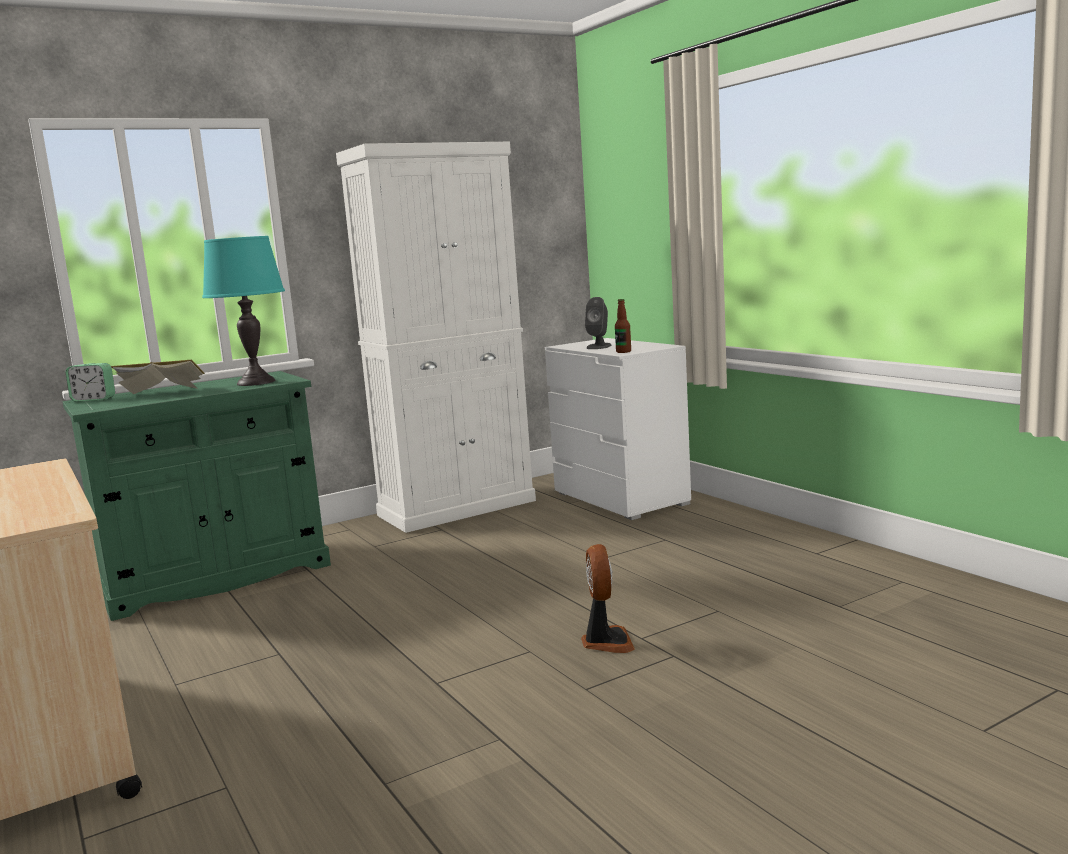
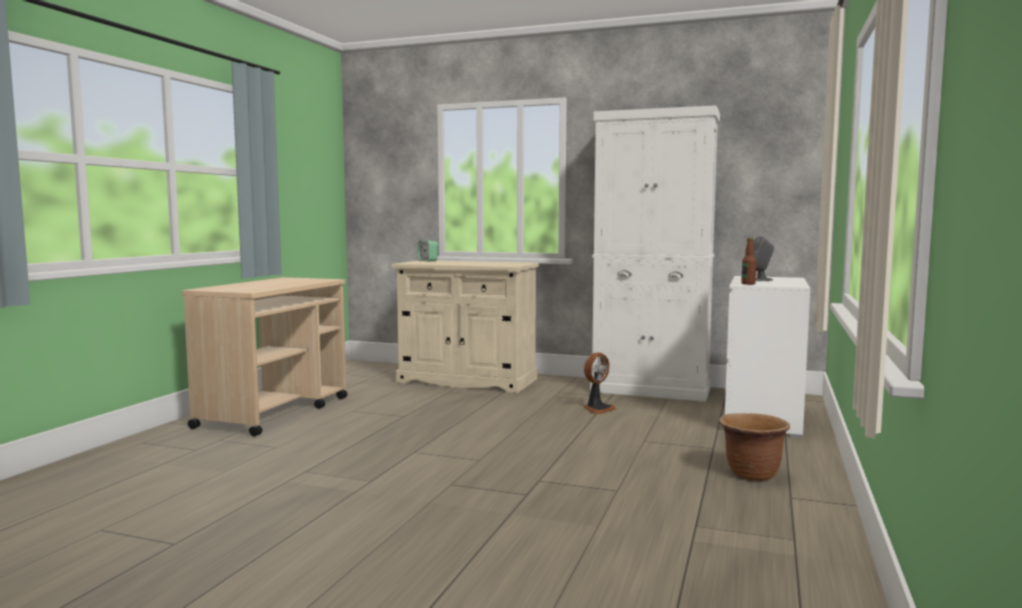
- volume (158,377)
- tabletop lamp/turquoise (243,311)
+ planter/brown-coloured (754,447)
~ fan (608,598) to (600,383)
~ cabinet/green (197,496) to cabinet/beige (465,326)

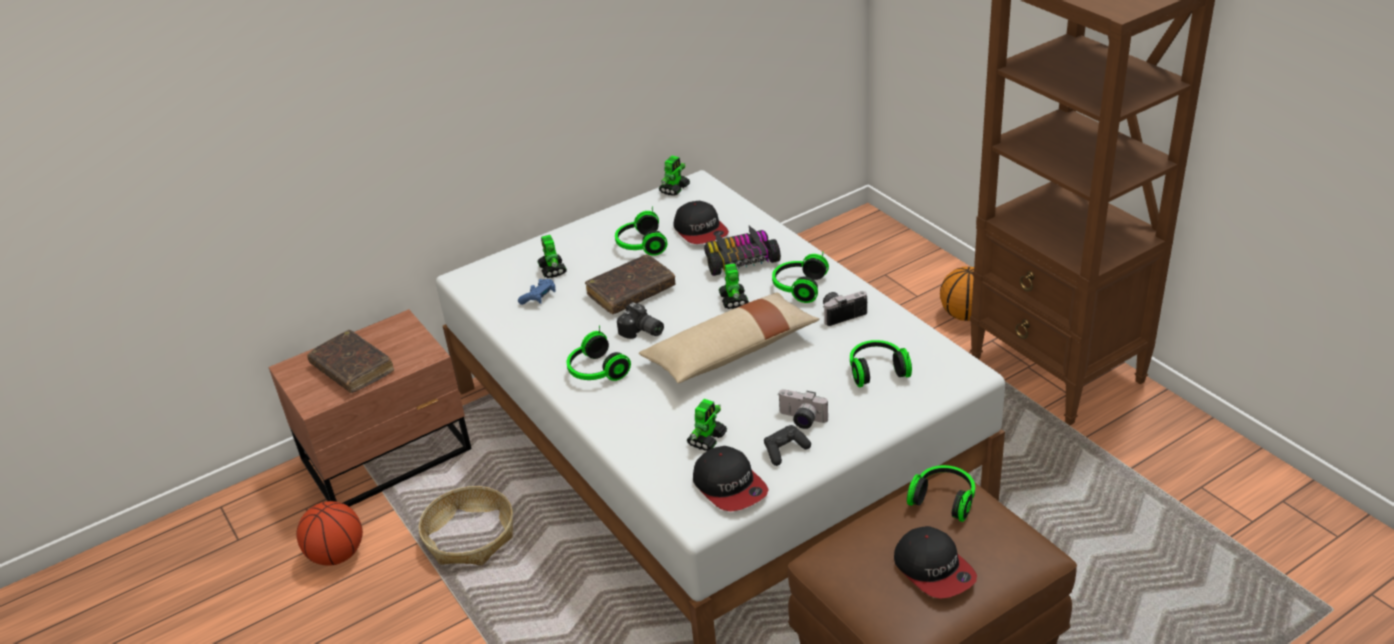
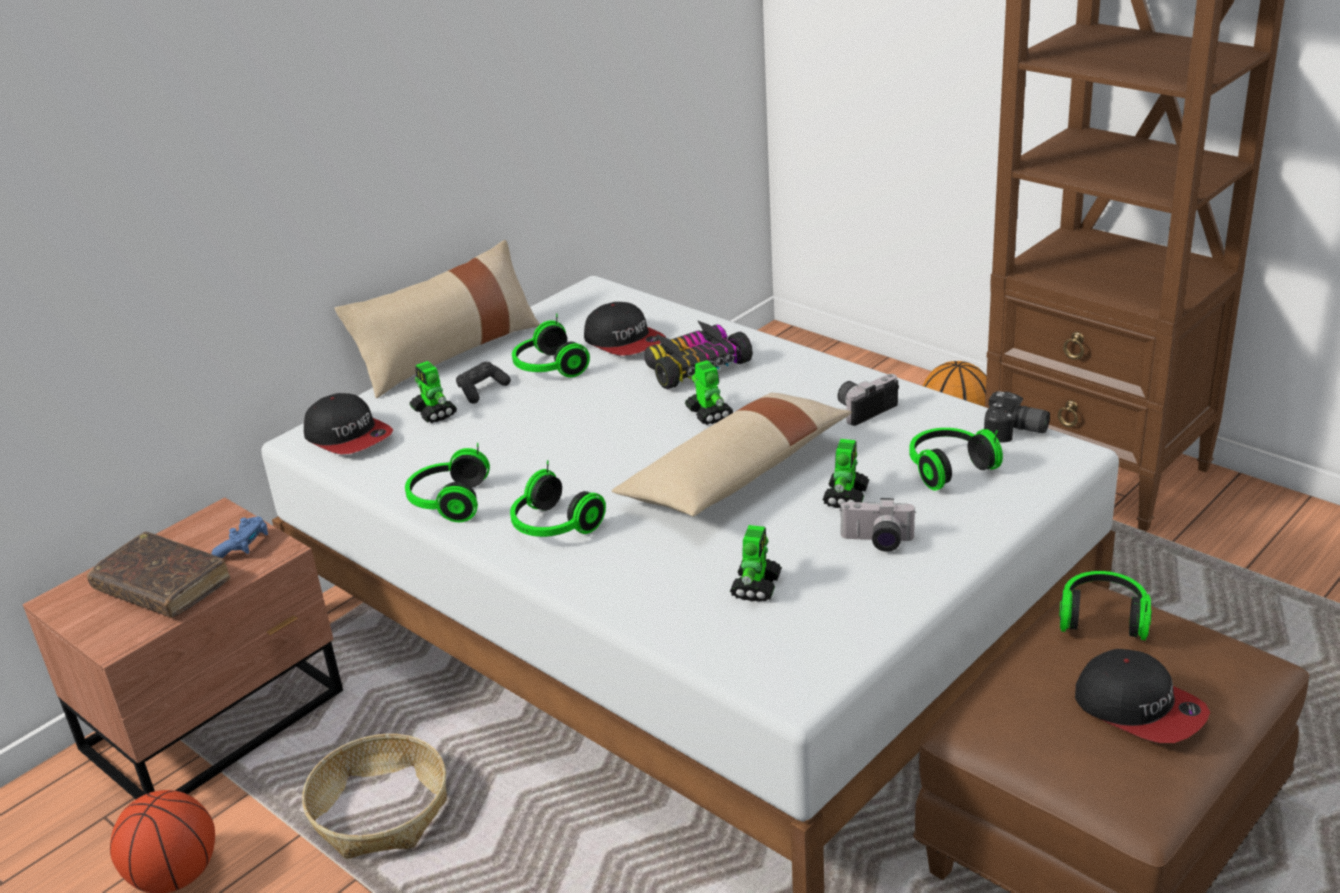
- volume/brown-coloured (630,284)
+ throw pillow/beige (437,319)
~ game controller/bluish (537,292) to (240,537)
~ still camera (640,320) to (1017,417)
~ robot figure (674,176) to (846,474)
~ peaked cap (731,479) to (348,423)
~ game controller/black (787,445) to (483,383)
~ pair of headphones (800,277) to (447,482)

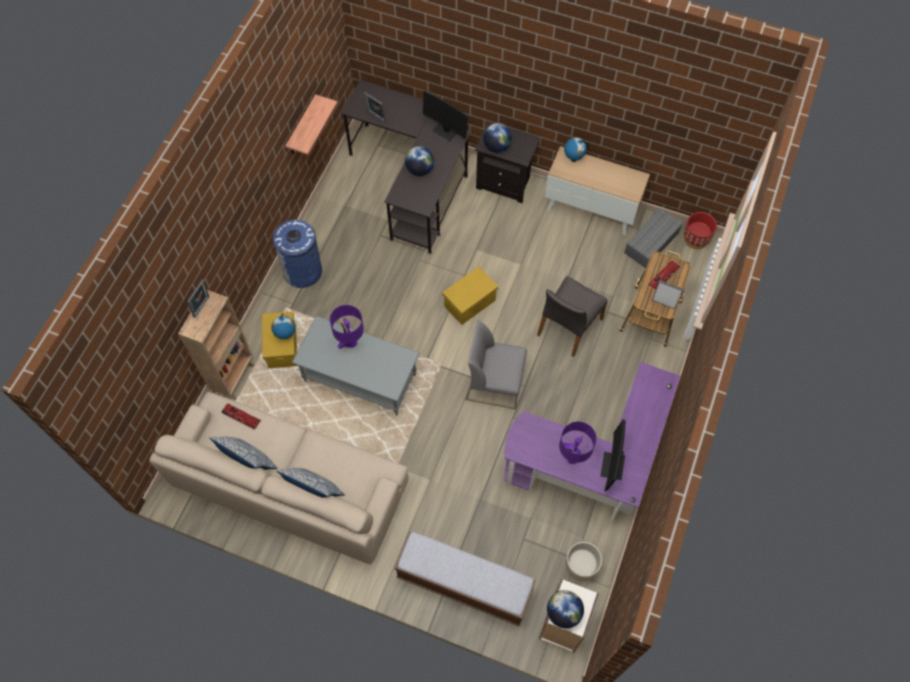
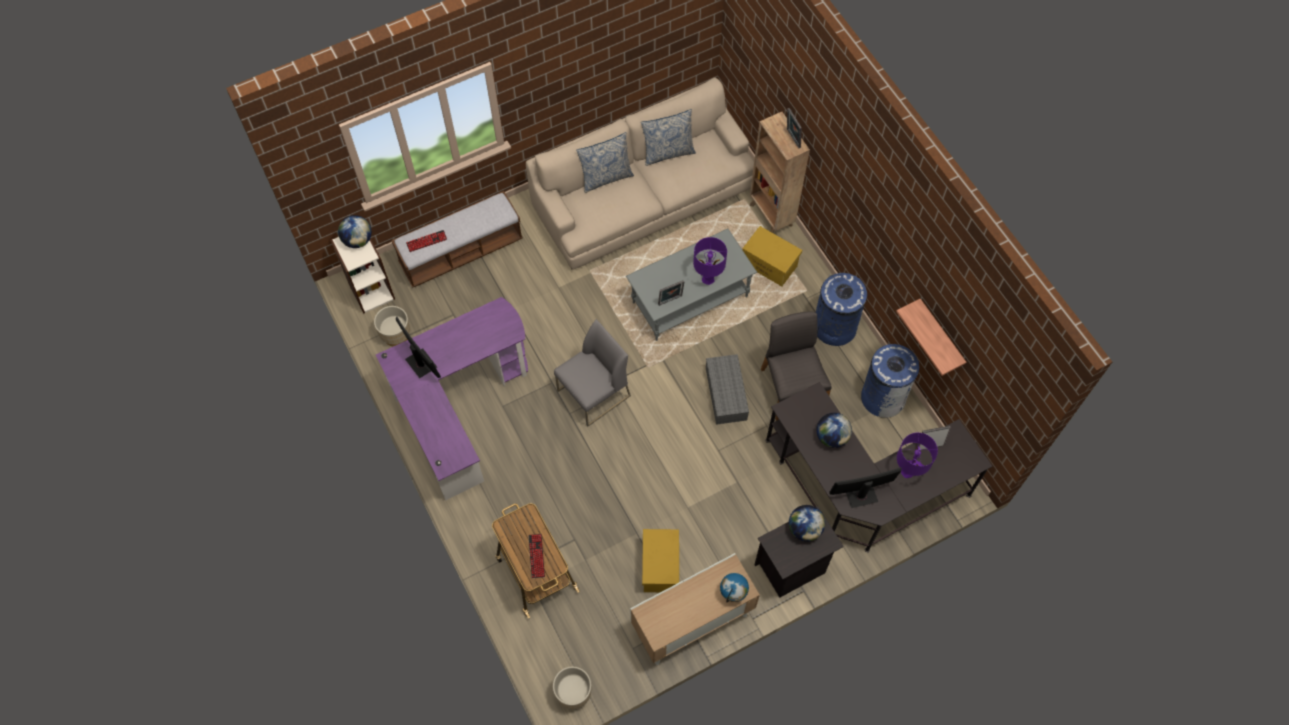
- desk globe (283,326)
+ trash can/bluish (890,381)
~ computer keyboard (241,416) to (426,241)
~ storage bin/yellow (470,295) to (660,560)
~ chair/grey (572,316) to (796,366)
~ tabletop lamp/purple (578,442) to (917,455)
~ storage bin/grey (653,238) to (727,389)
~ photo frame (668,294) to (671,293)
~ planter/reddish (700,230) to planter/beige (572,688)

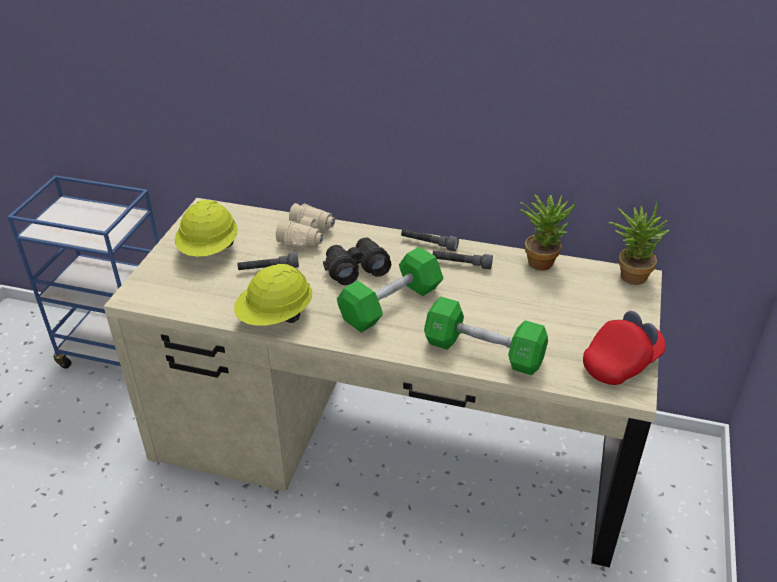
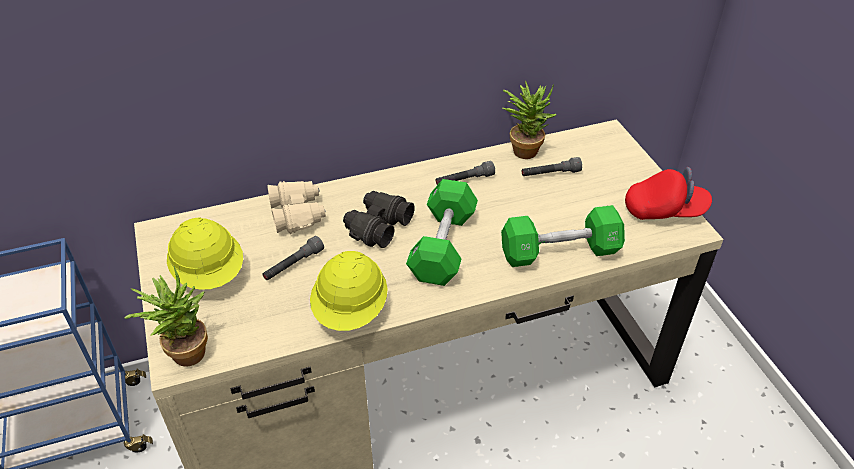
~ torch/grey (430,240) to (552,166)
~ houseplant (639,243) to (166,316)
~ peaked cap/reddish (624,348) = (668,193) 75 degrees clockwise

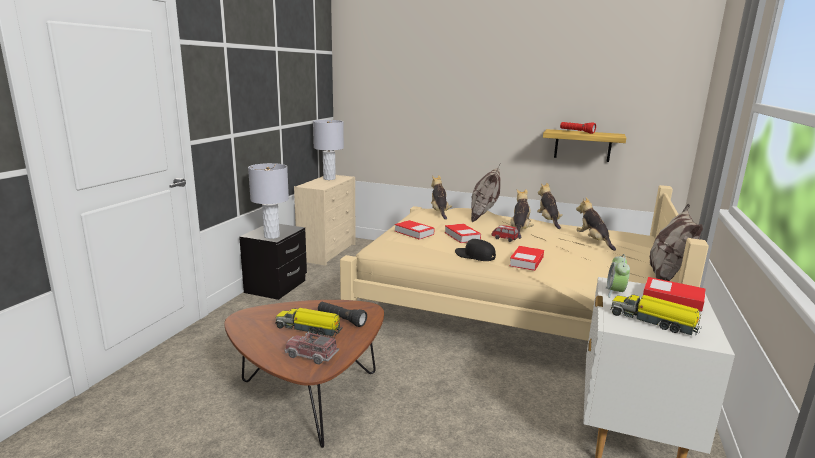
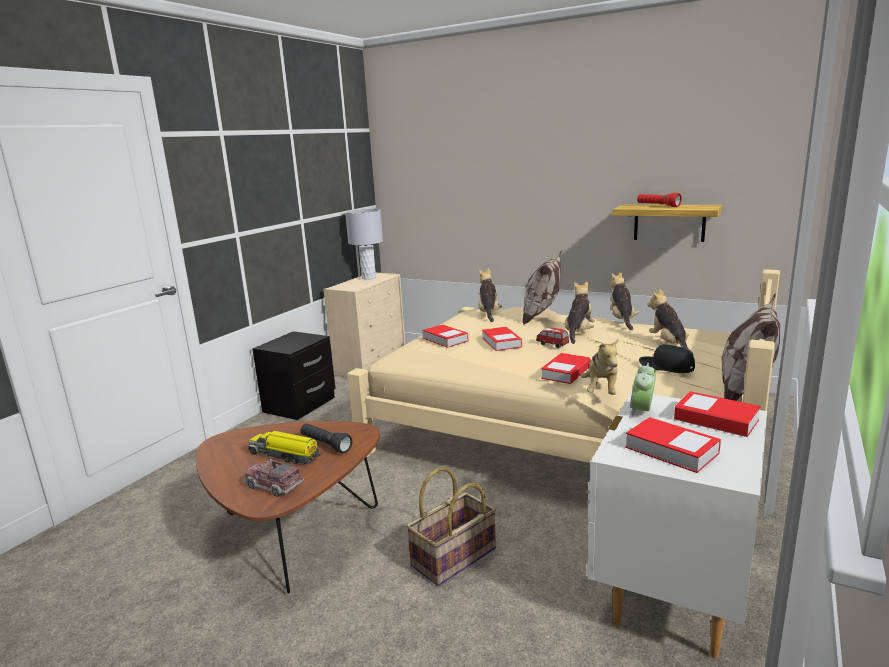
- tabletop lamp/grey (268,201)
+ storage basket (451,526)
+ cuddly toy (600,366)
~ peaked cap/black (475,250) to (667,358)
~ toy lorry (656,315) to volume (673,445)

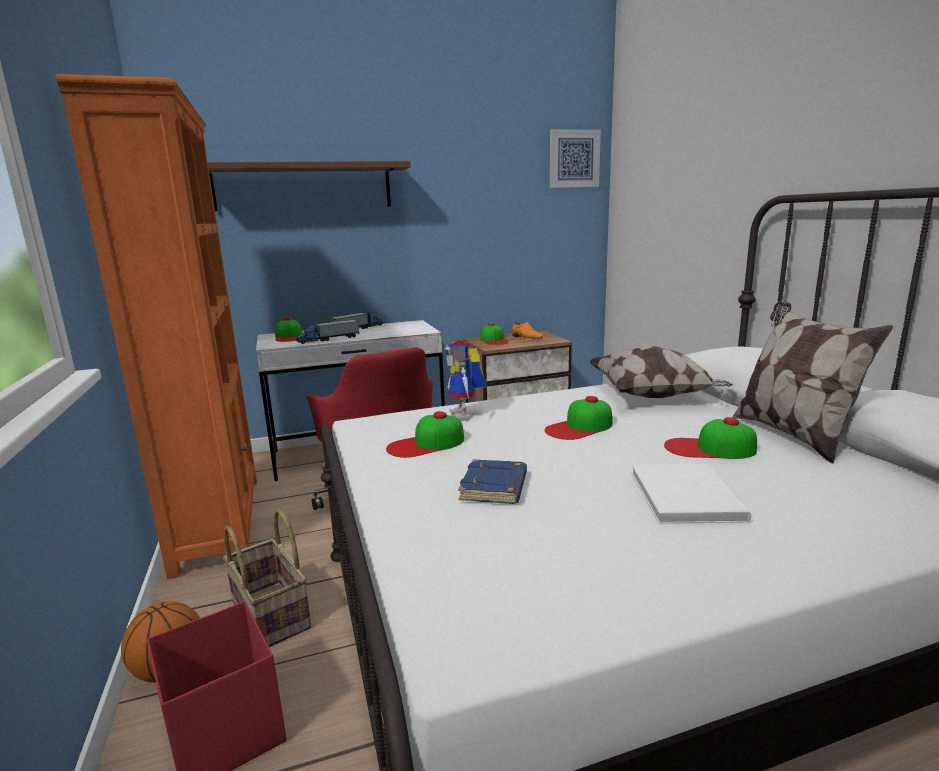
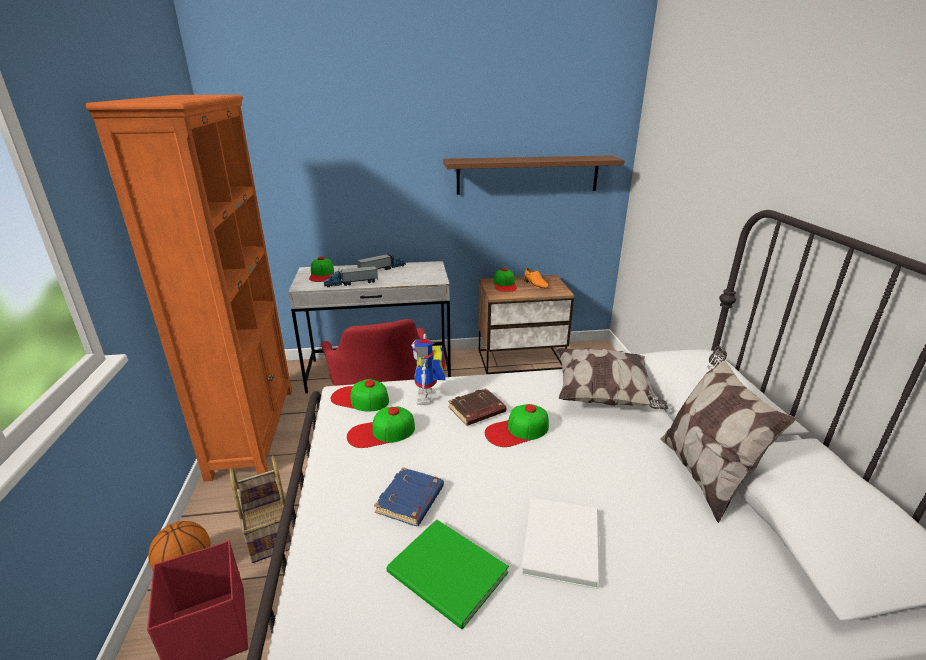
- picture (575,158)
+ volume/green (448,574)
+ volume/brown-coloured (477,407)
~ shelf/brown-coloured (309,186) to (534,175)
~ peaked cap (710,438) to (360,395)

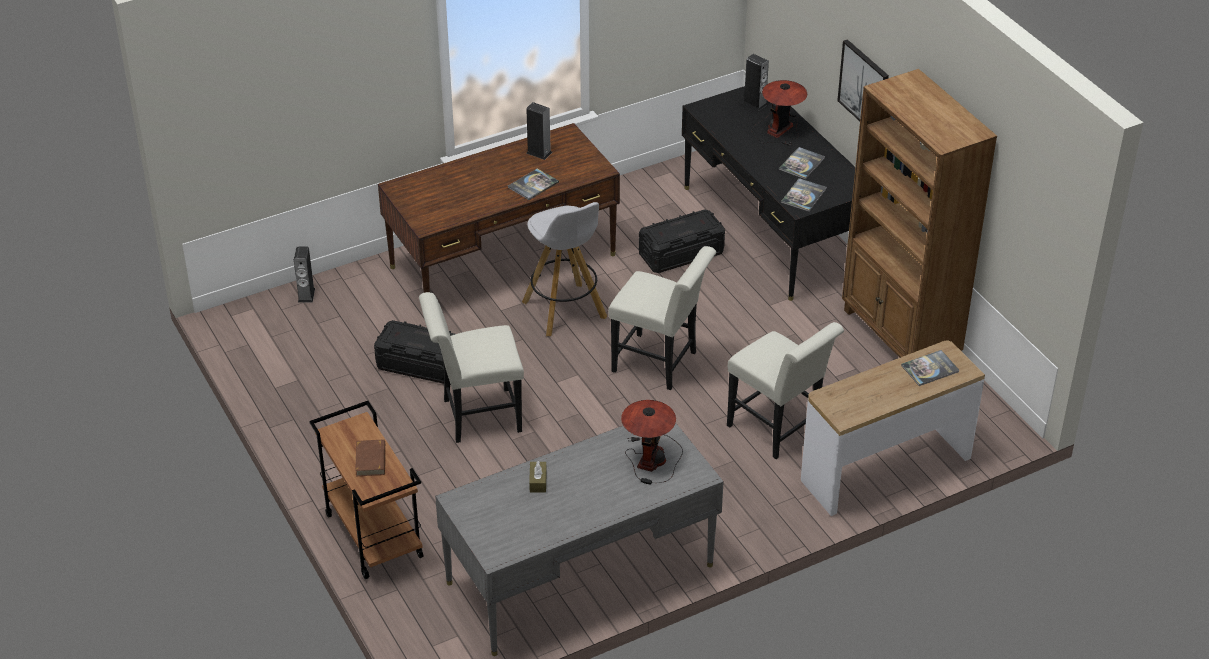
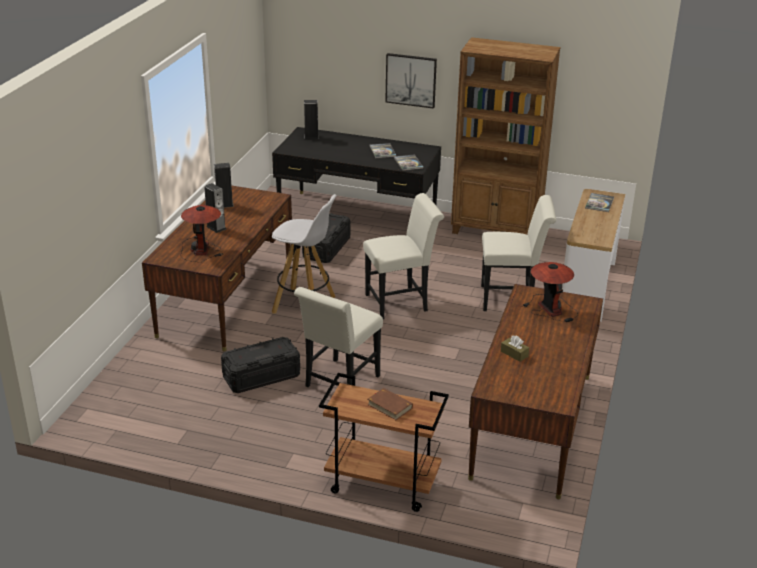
- volume (533,184)
~ speaker (304,274) to (215,208)
~ tabletop lamp (779,112) to (202,233)
~ desk unit/grey (579,539) to desk unit/brown-coloured (535,391)

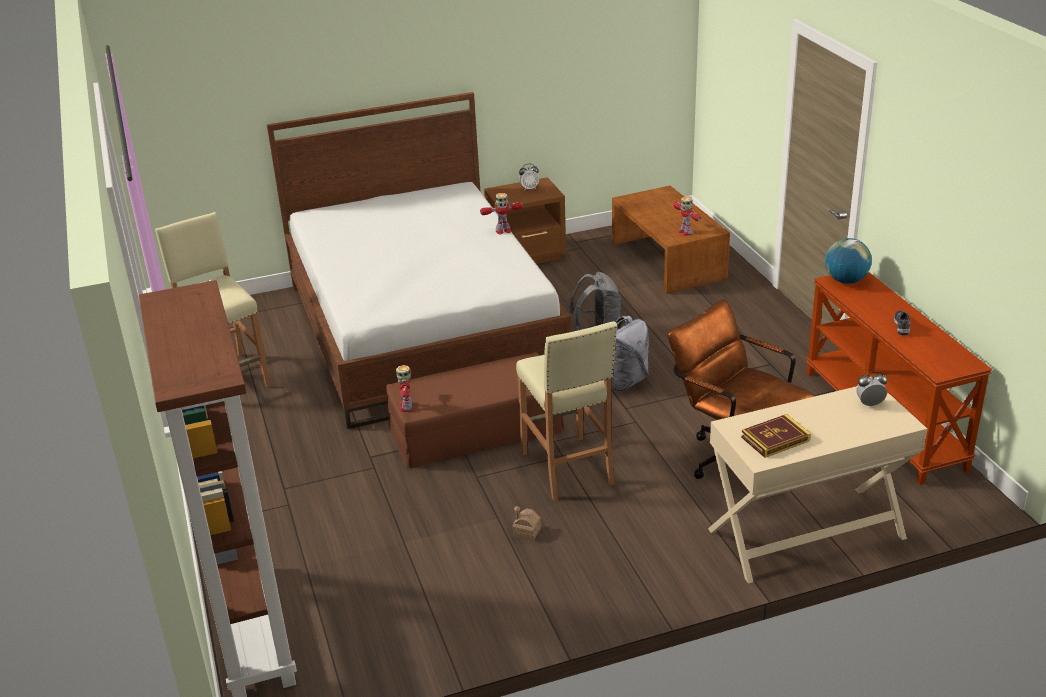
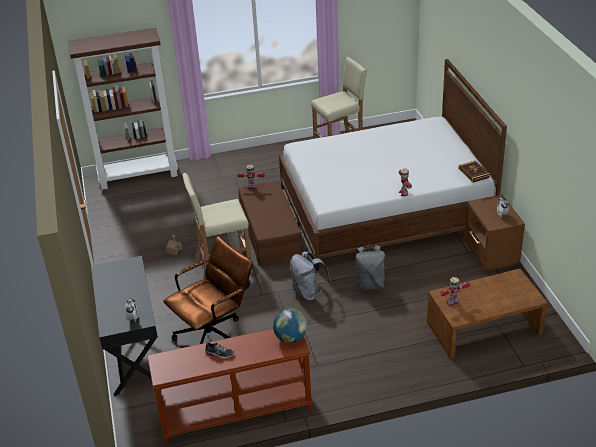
~ volume (776,436) to (474,171)
~ desk unit/beige (817,485) to desk unit/black (124,326)

